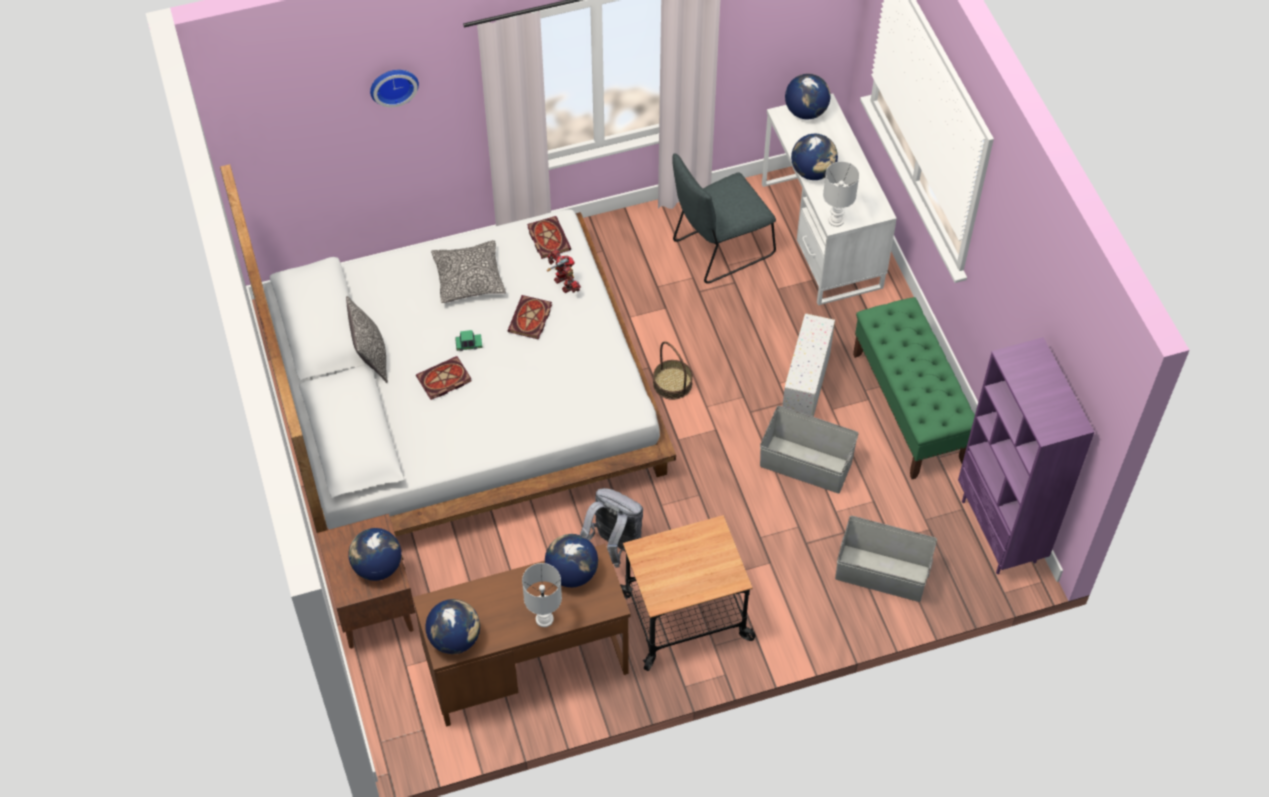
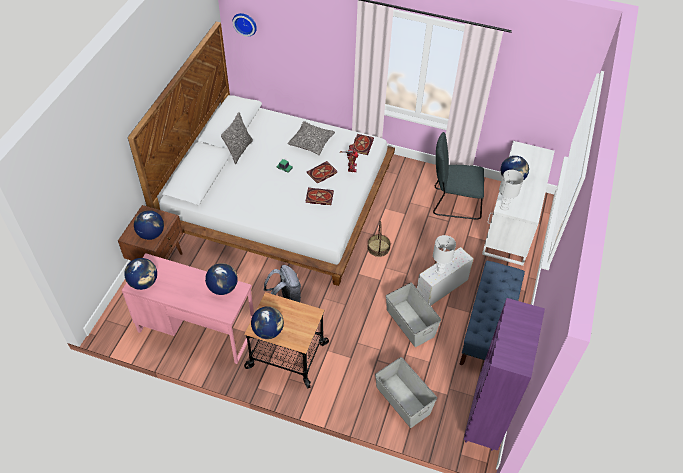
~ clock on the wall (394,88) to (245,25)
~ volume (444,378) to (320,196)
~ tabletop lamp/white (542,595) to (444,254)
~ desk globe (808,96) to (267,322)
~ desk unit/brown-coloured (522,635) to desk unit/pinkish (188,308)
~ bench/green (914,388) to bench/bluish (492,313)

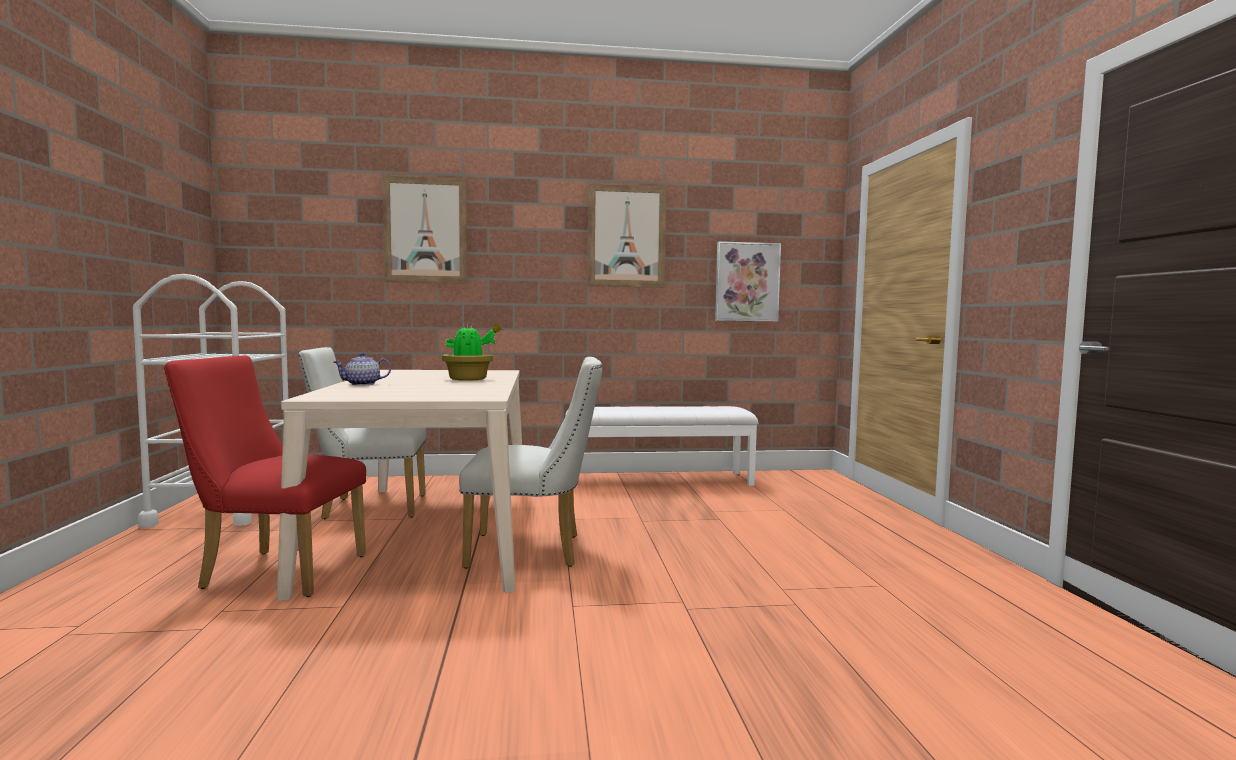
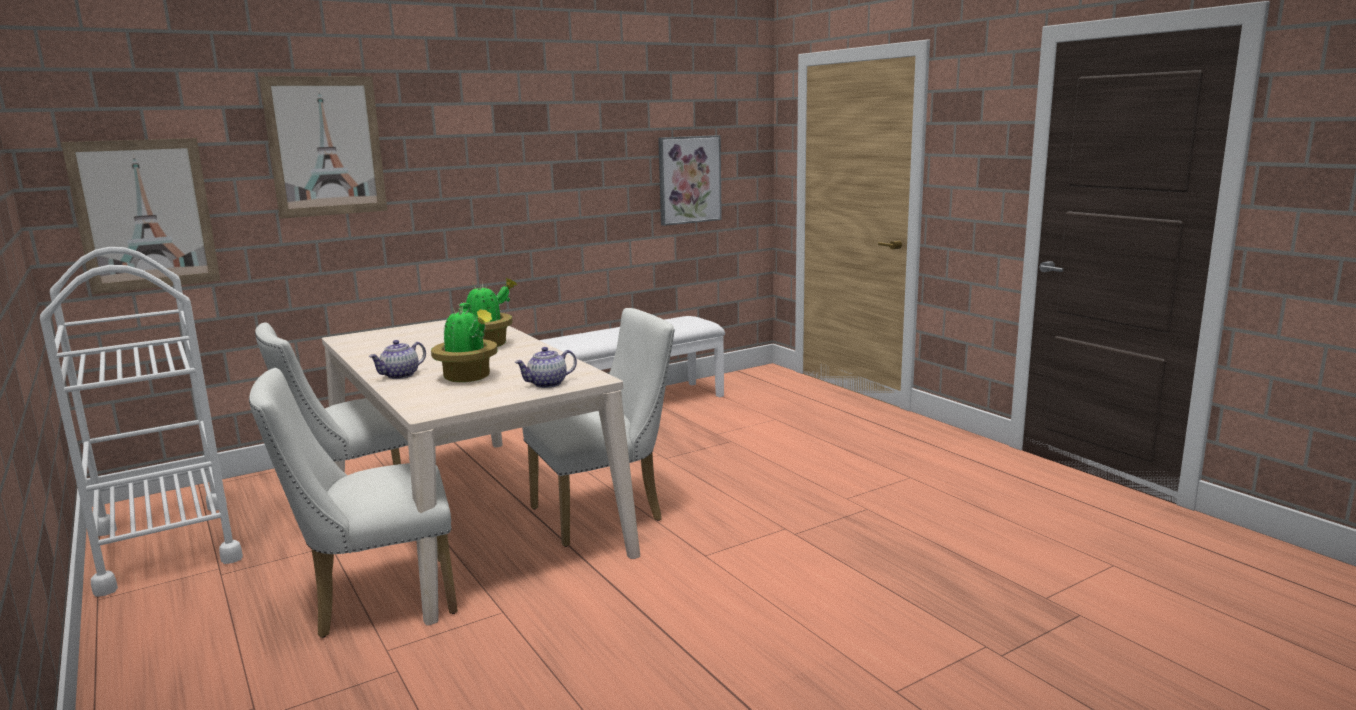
+ houseplant (464,343)
+ tea pot (546,367)
~ picture (627,236) to (141,216)
~ chair/reddish (265,476) to chair/white (353,503)

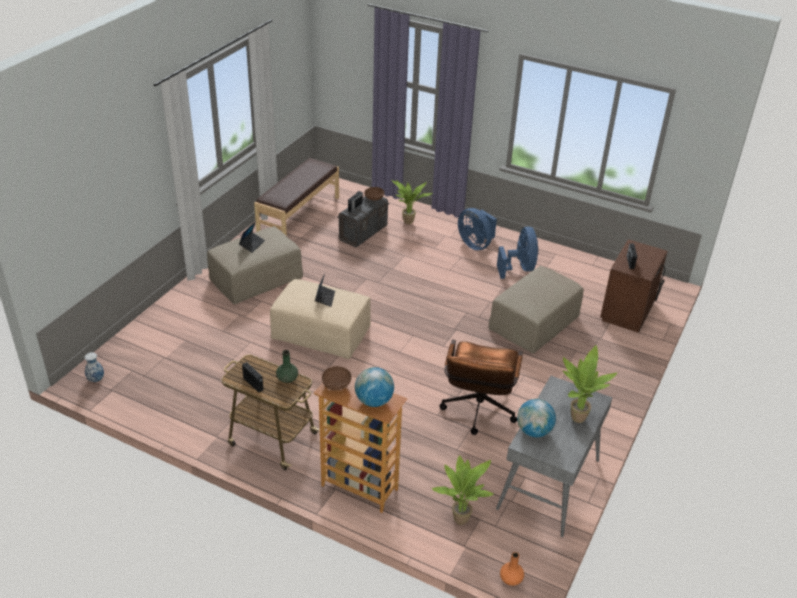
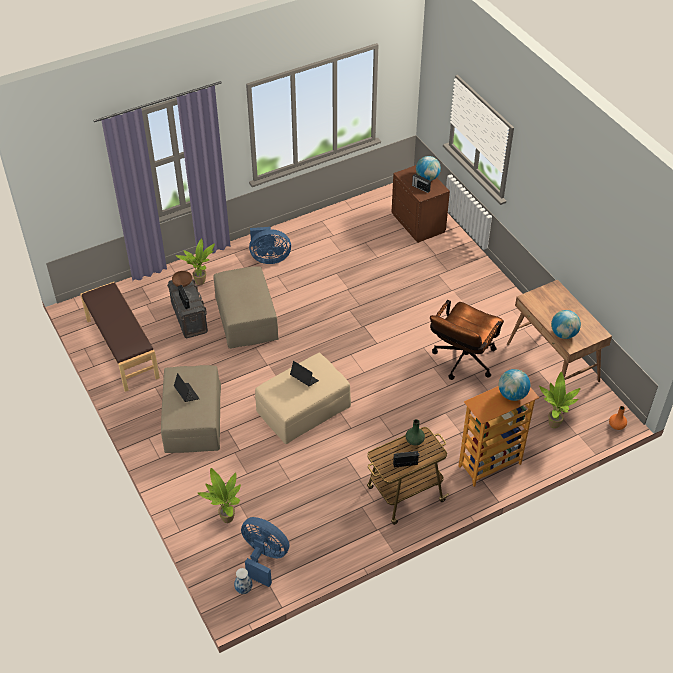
- bowl/brown-coloured (336,378)
+ desk globe (428,168)
~ ottoman/beige (536,310) to (246,307)
~ fan/bluish (518,253) to (265,552)
~ houseplant (590,384) to (219,495)
~ desk unit/grey (554,456) to desk unit/brown-coloured (559,331)
~ computer chair/brown-coloured (481,387) = (467,340) 75 degrees clockwise

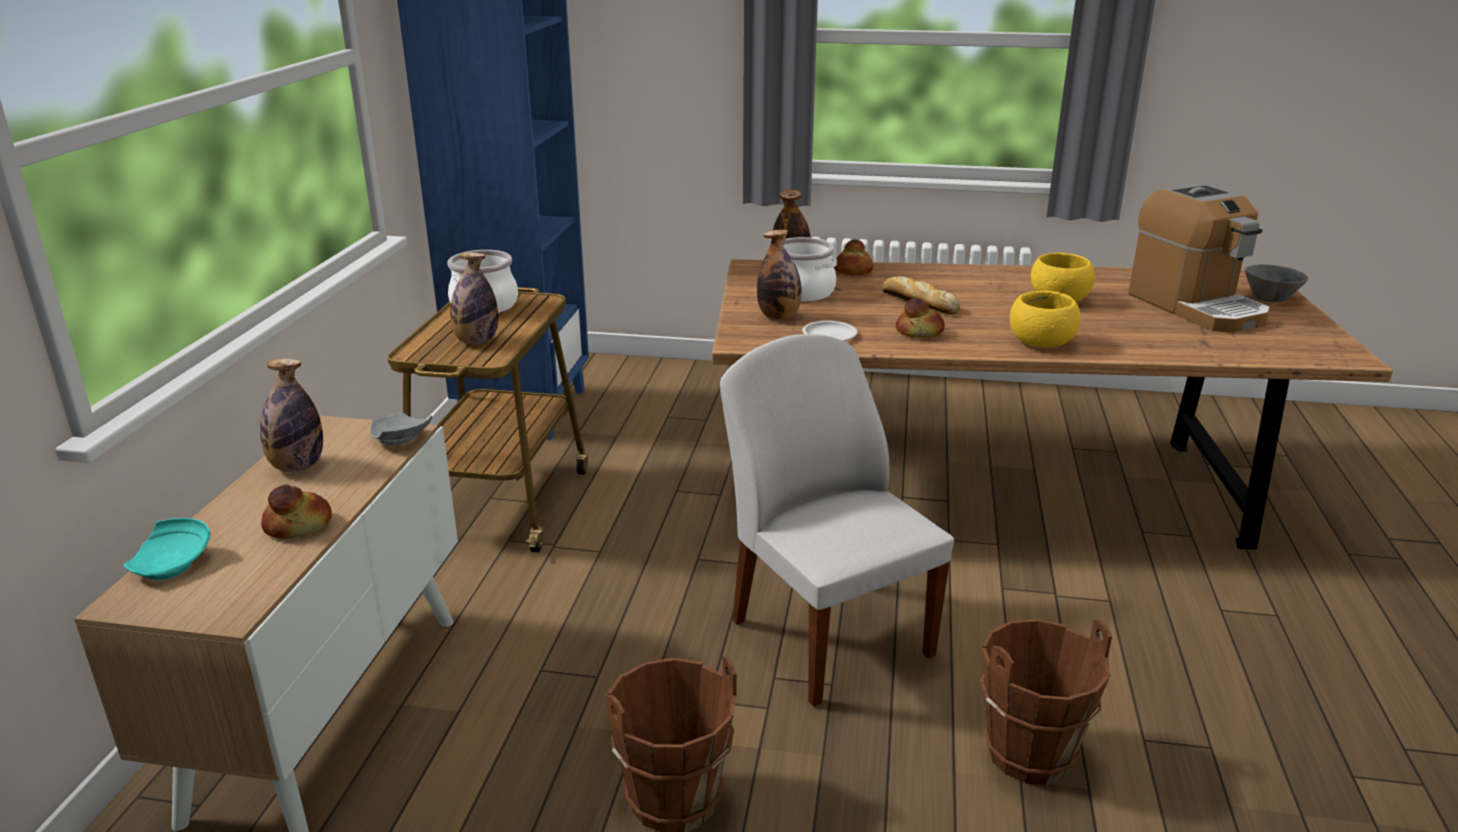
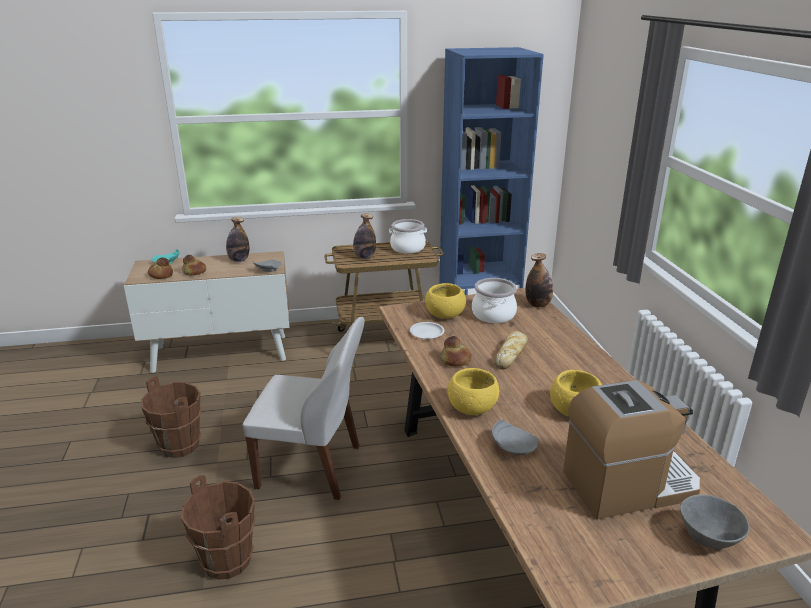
+ plate/grey (515,437)
~ bakery bread (853,258) to (160,268)
~ drink bottle (779,274) to bowl/yellow (445,301)
~ chair/white (837,520) = (303,408) 60 degrees clockwise
~ coffee brewer (1199,258) = (631,449) 150 degrees counterclockwise

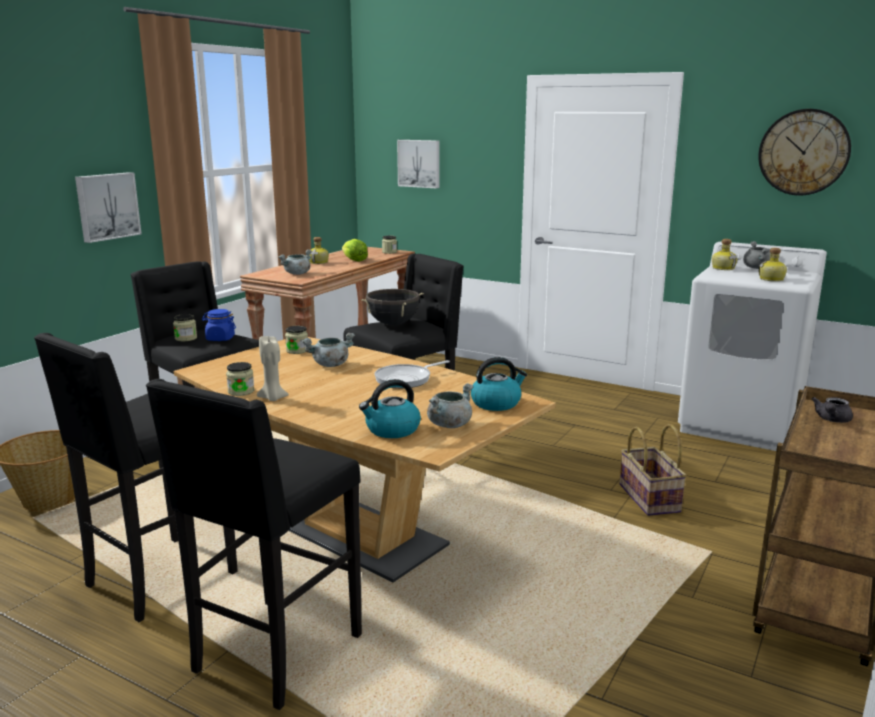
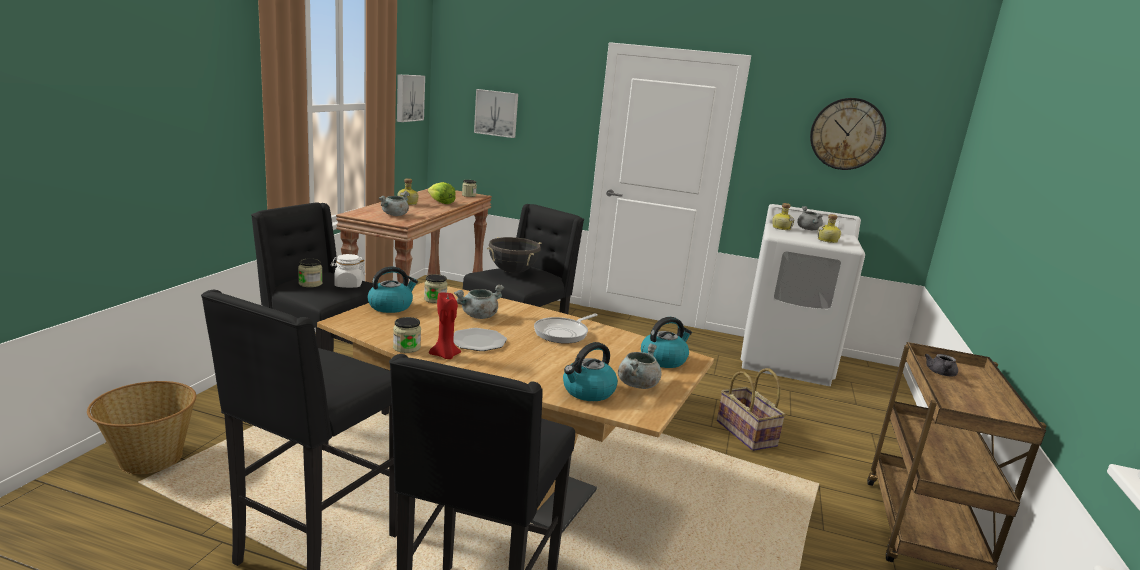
+ kettle (392,290)
+ plate (480,339)
~ picture (108,207) to (411,98)
~ jar/bluish (219,325) to jar/white (348,271)
~ wax candle/beige (273,368) to wax candle/reddish (445,326)

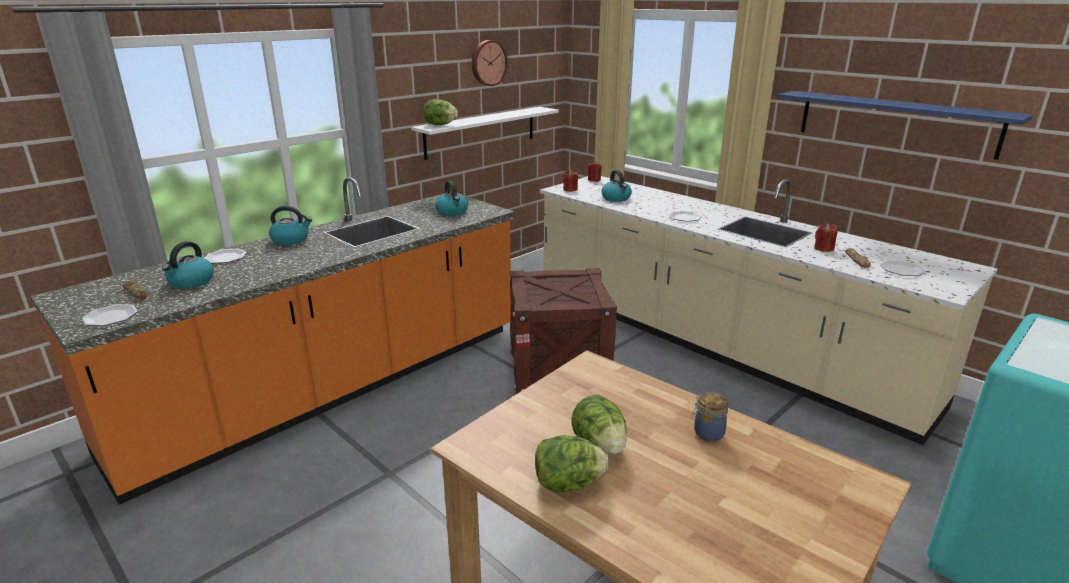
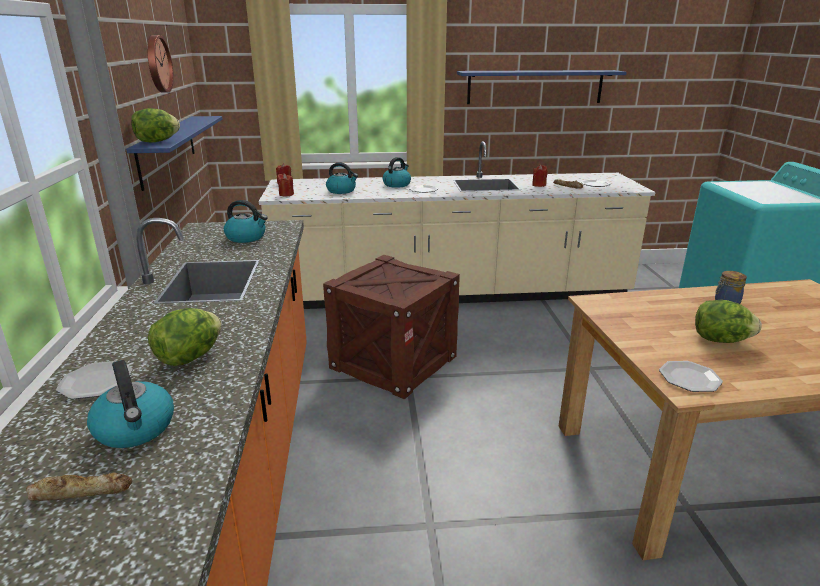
~ plate (110,315) to (691,376)
~ kettle (290,225) to (397,172)
~ lettuce (572,463) to (185,337)
~ shelf/white (485,133) to shelf/bluish (174,153)

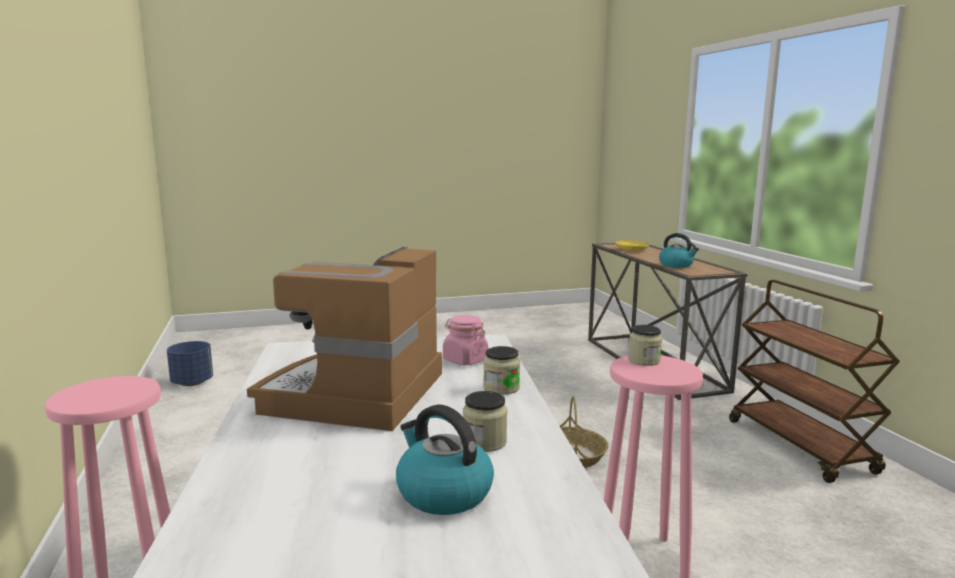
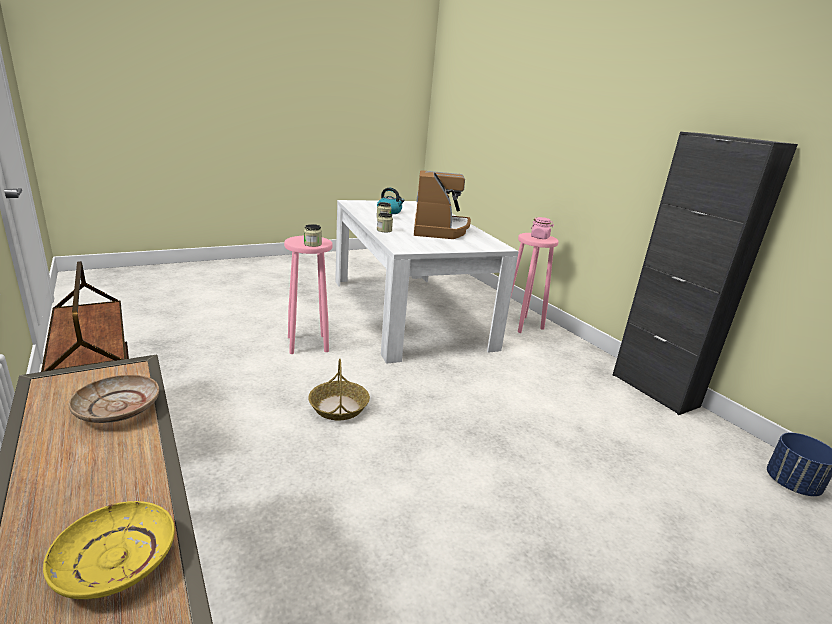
+ cabinet/black (705,273)
~ jar/pinkish (465,340) to (542,228)
~ kettle (679,250) to plate/beige (114,399)

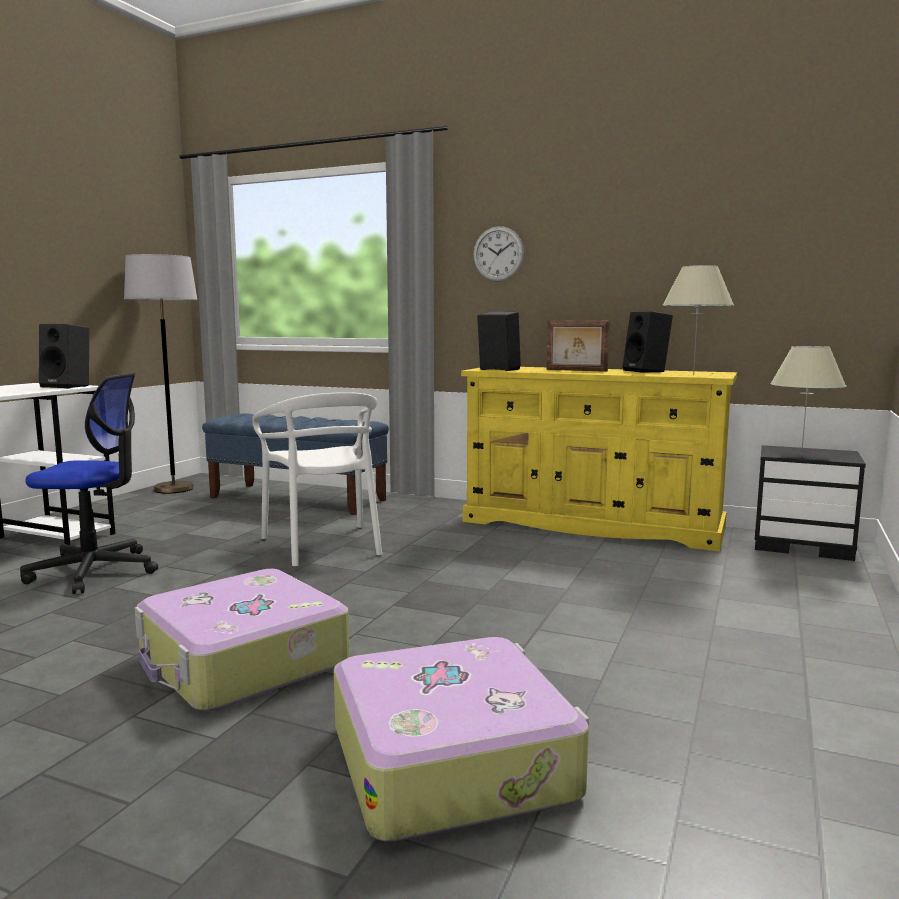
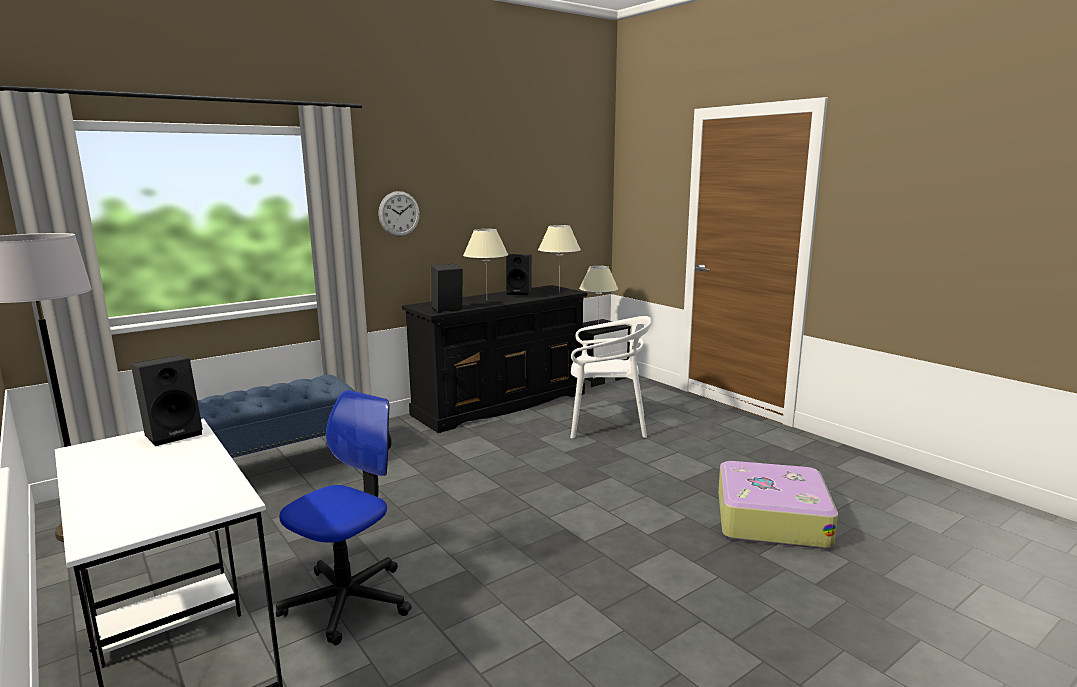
- piece of luggage (241,640)
~ chair/white (317,479) to (610,377)
~ photo frame (578,346) to tabletop lamp/beige (485,258)
~ drawer chest/yellow (599,459) to drawer chest/black (494,359)

